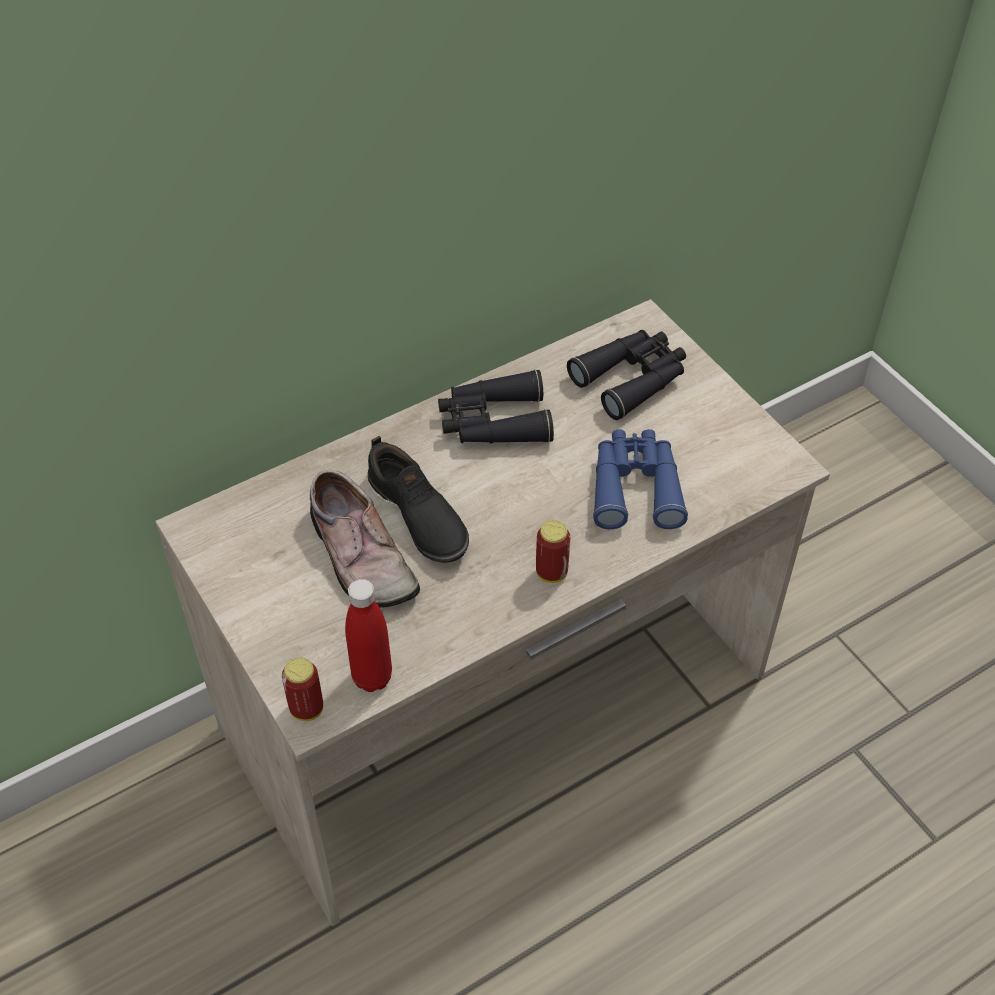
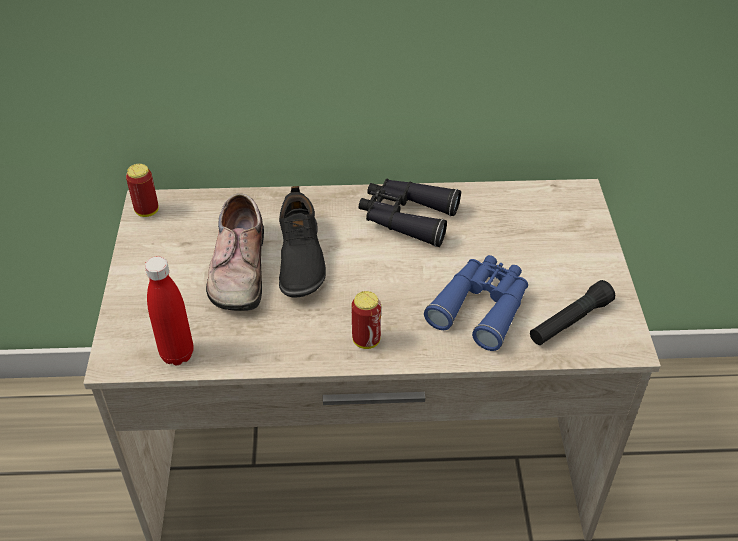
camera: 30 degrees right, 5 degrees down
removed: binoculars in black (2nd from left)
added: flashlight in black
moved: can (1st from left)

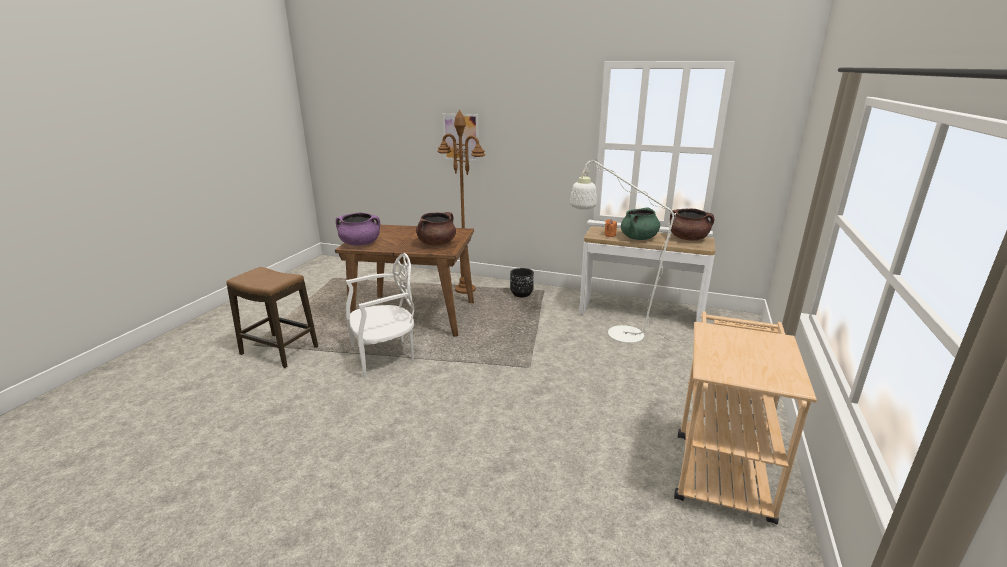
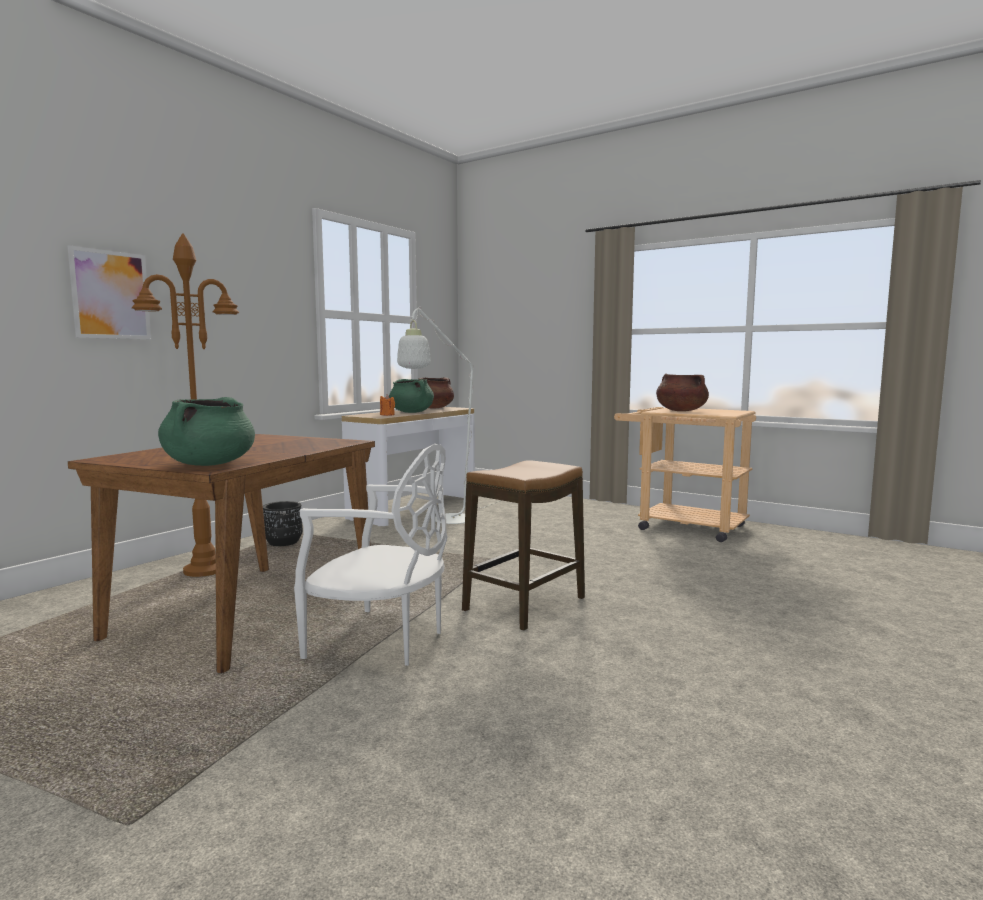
camera: 75 degrees left, 15 degrees down
moved: stool; cooking pot in brown (1st from left in the first image) to cooking pot in brown (2nd from left)
recoloured: cooking pot in purple to cooking pot in green (1st from left)
turned: chair in white 120 degrees clockwise

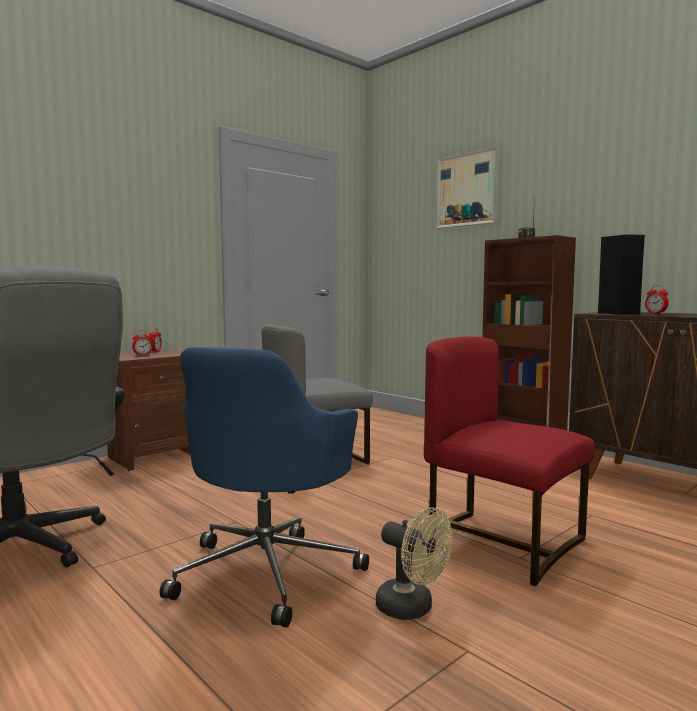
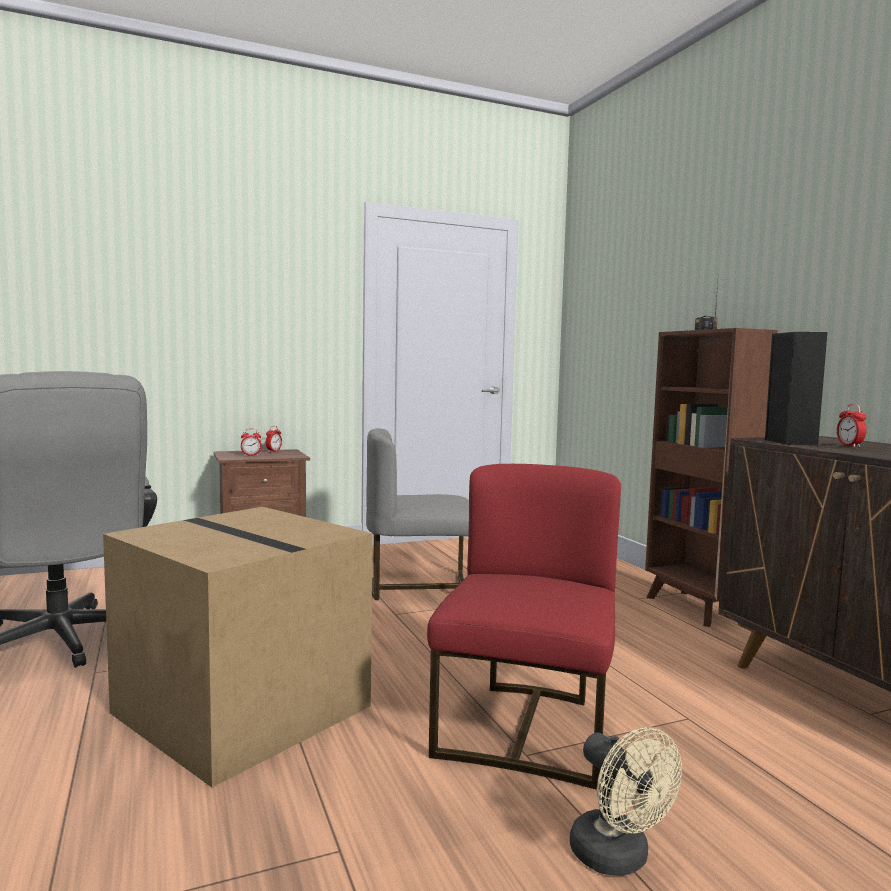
camera: 20 degrees right, 0 degrees up
removed: picture
moved: fan in beige
replaced: office chair in blue to cardboard box
turned: chair in red 45 degrees clockwise

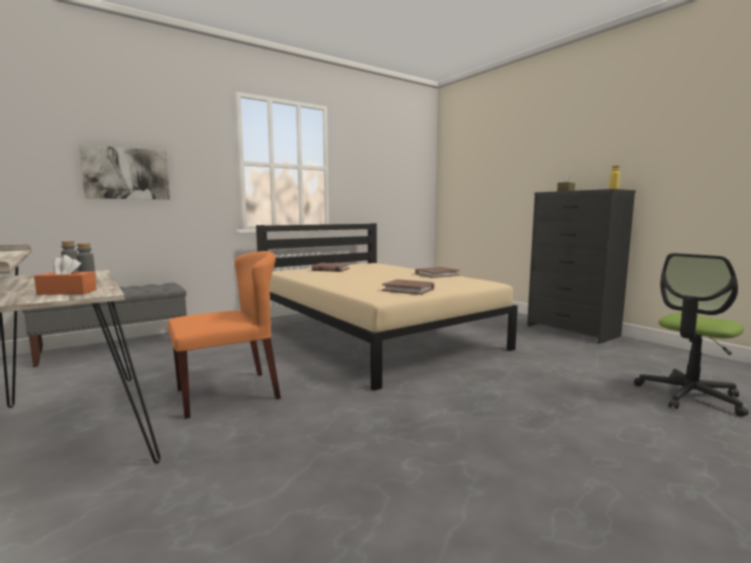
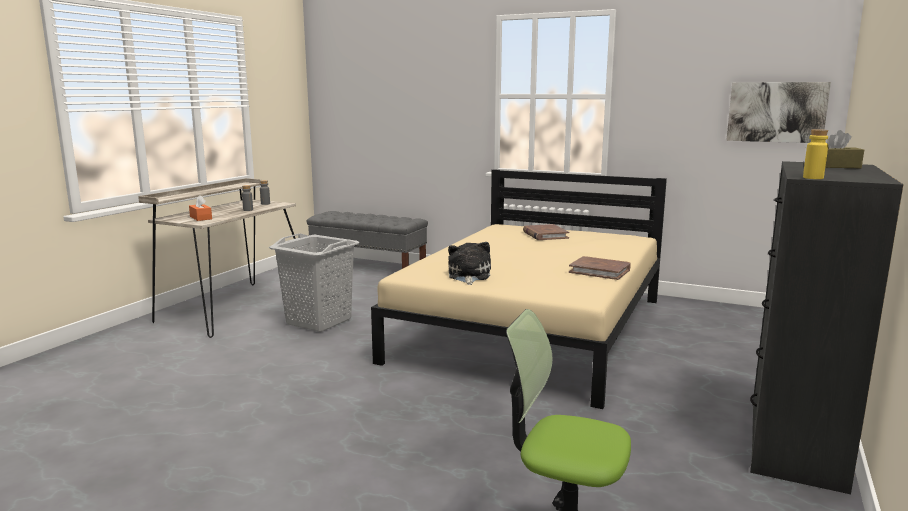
camera: 60 degrees right, 5 degrees up
moved: picture
replaced: chair in orange to laundry basket in grey; book in brown (2nd from left) to plush toy

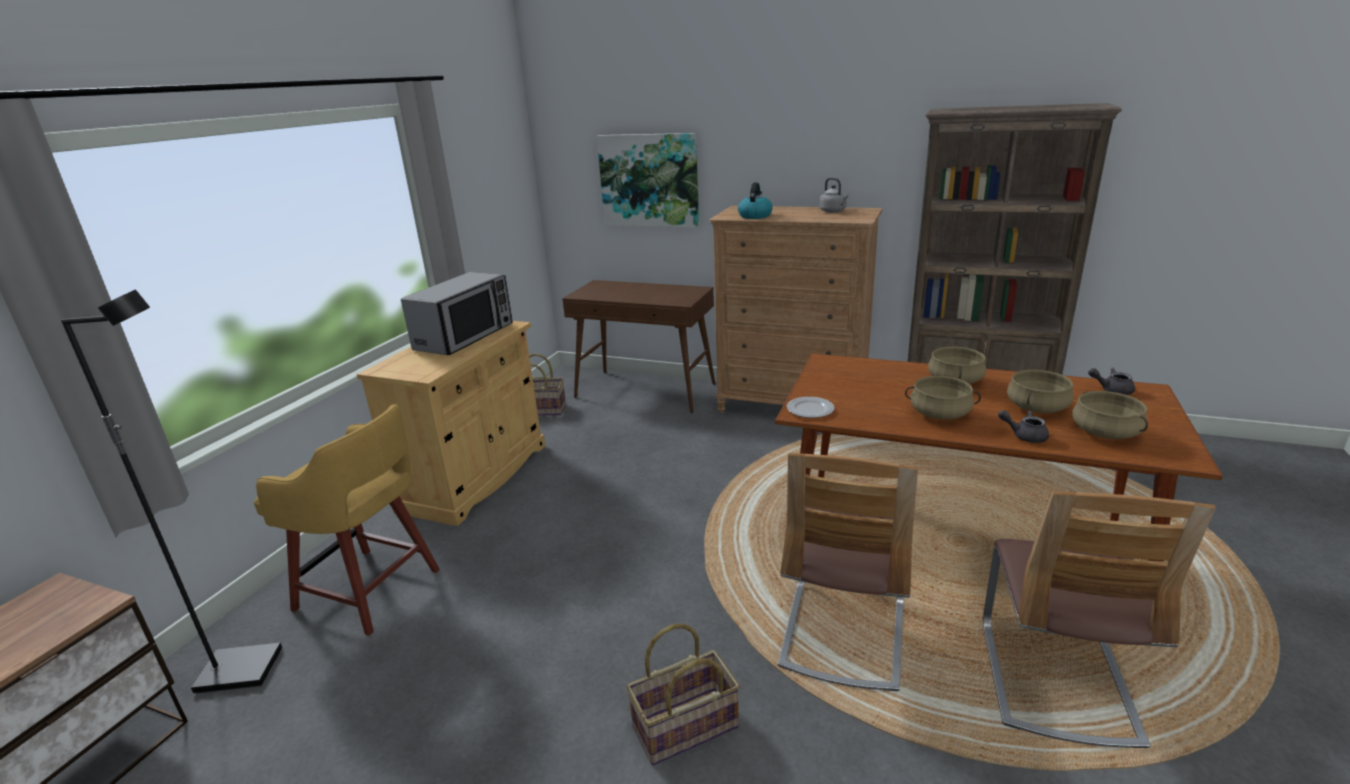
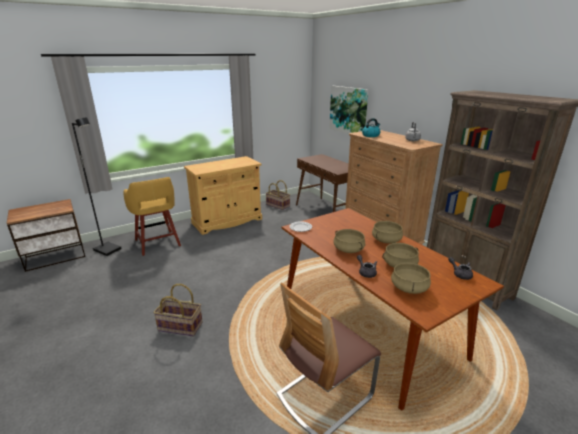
camera: 35 degrees right, 0 degrees up
removed: microwave; chair (1st from left)

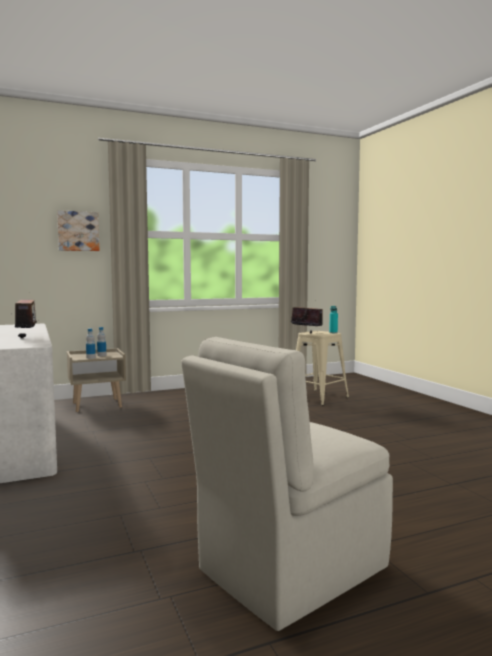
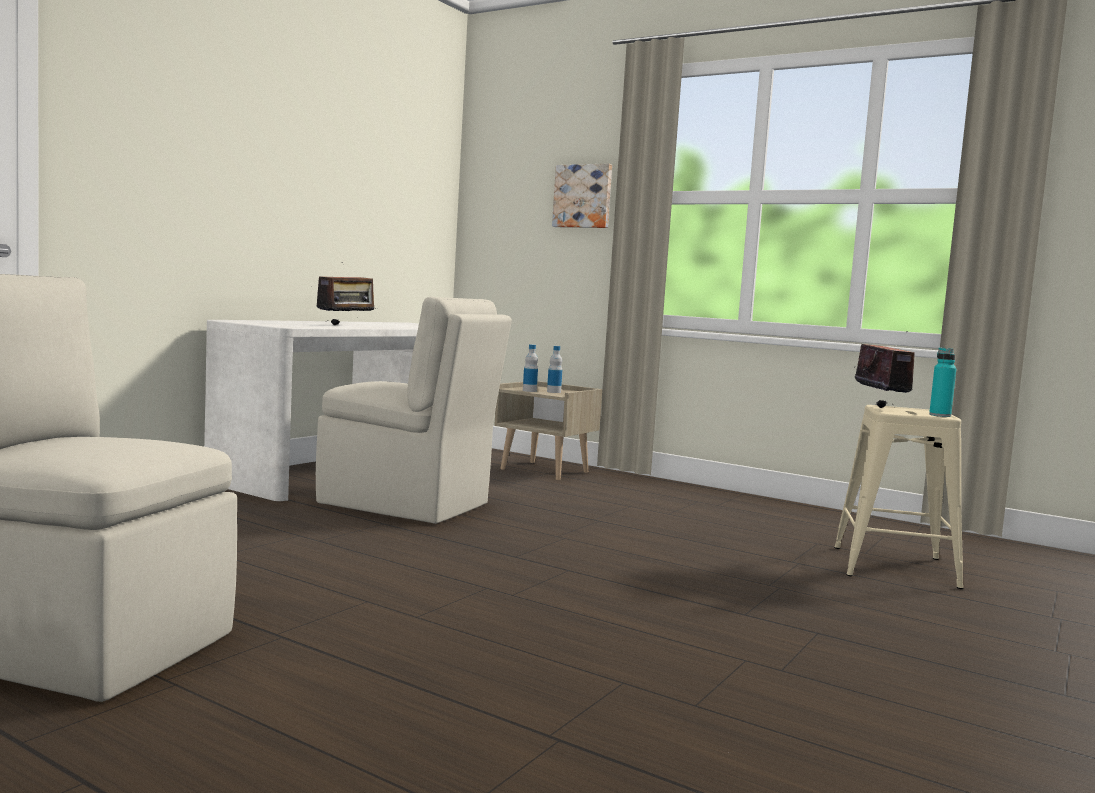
camera: 55 degrees right, 0 degrees up
added: chair in beige (2nd from left)

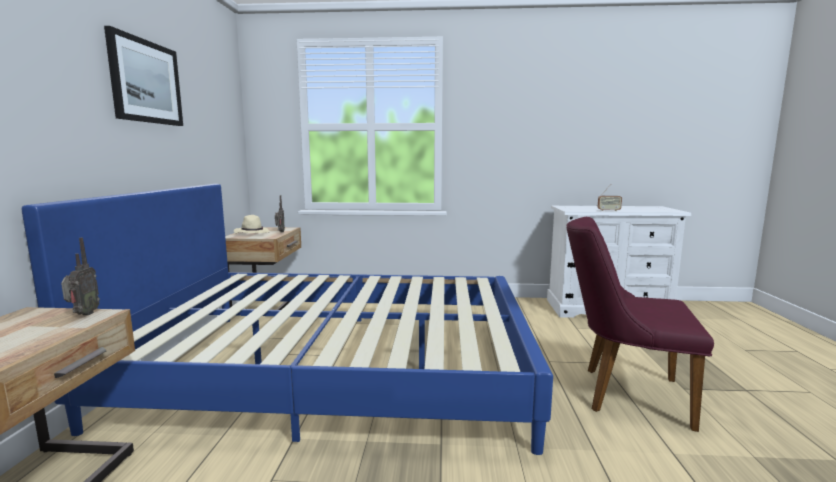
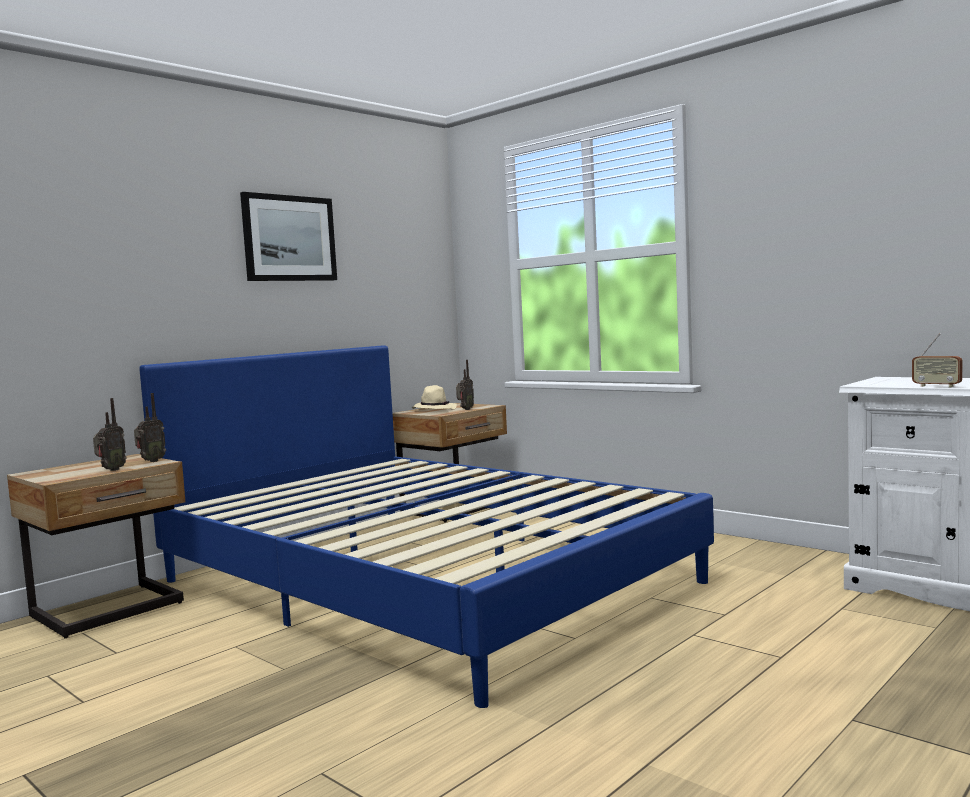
camera: 40 degrees right, 5 degrees down
removed: chair in purple
added: radio (1st from left)

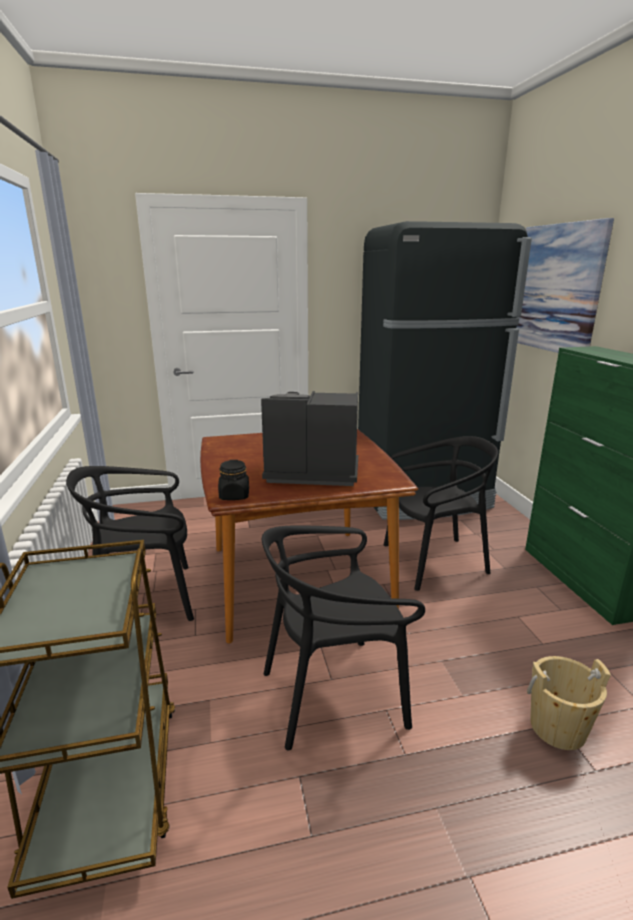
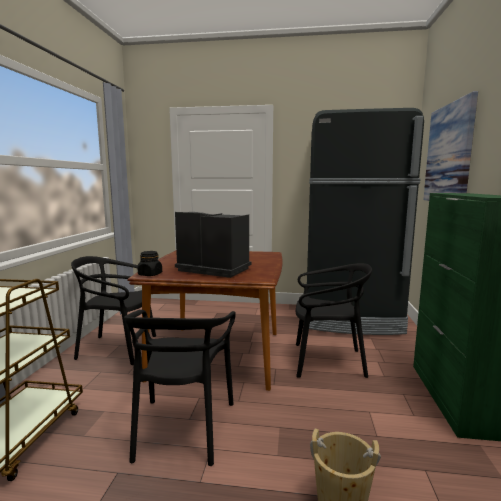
camera: 20 degrees right, 10 degrees down
turned: chair in black (2nd from left) 90 degrees counterclockwise

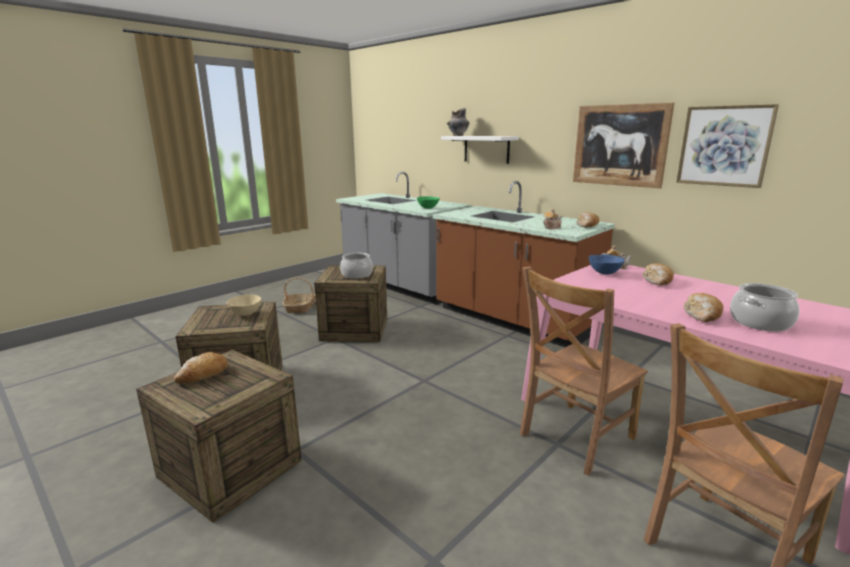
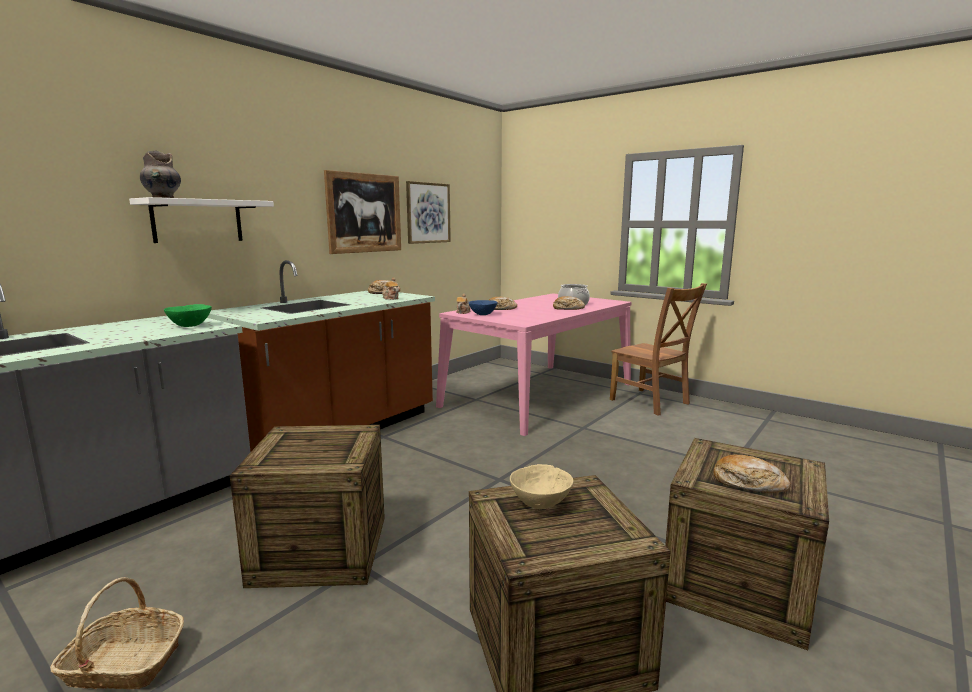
camera: 95 degrees left, 5 degrees down
removed: cooking pot (1st from left); chair in brown (1st from left)

